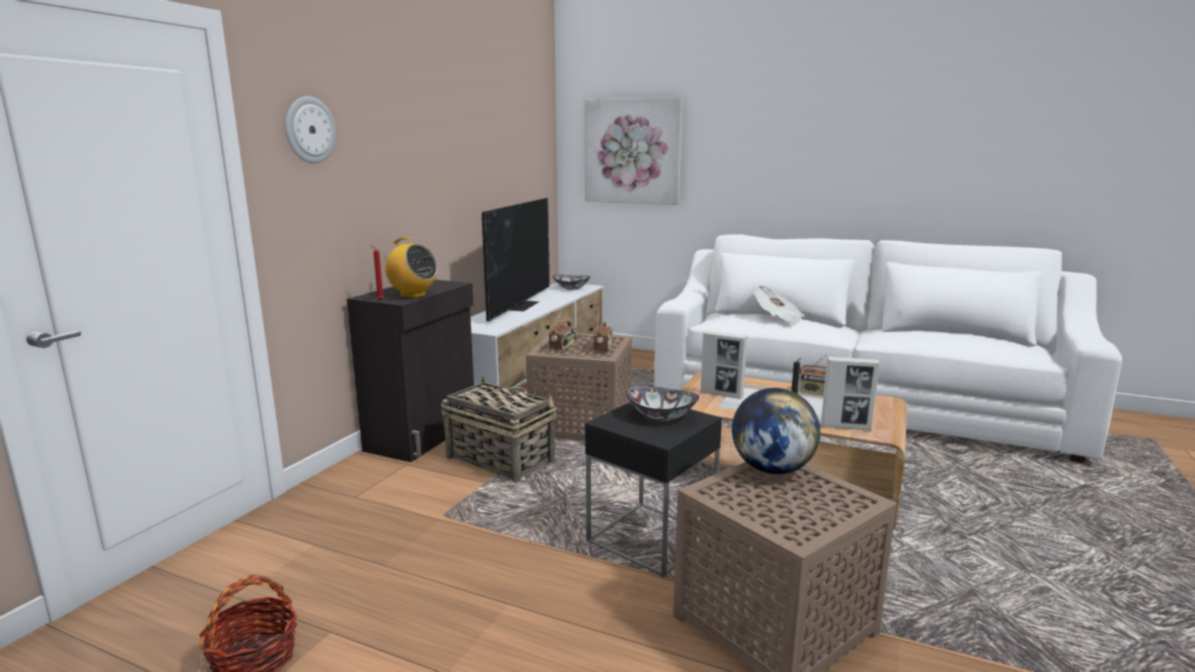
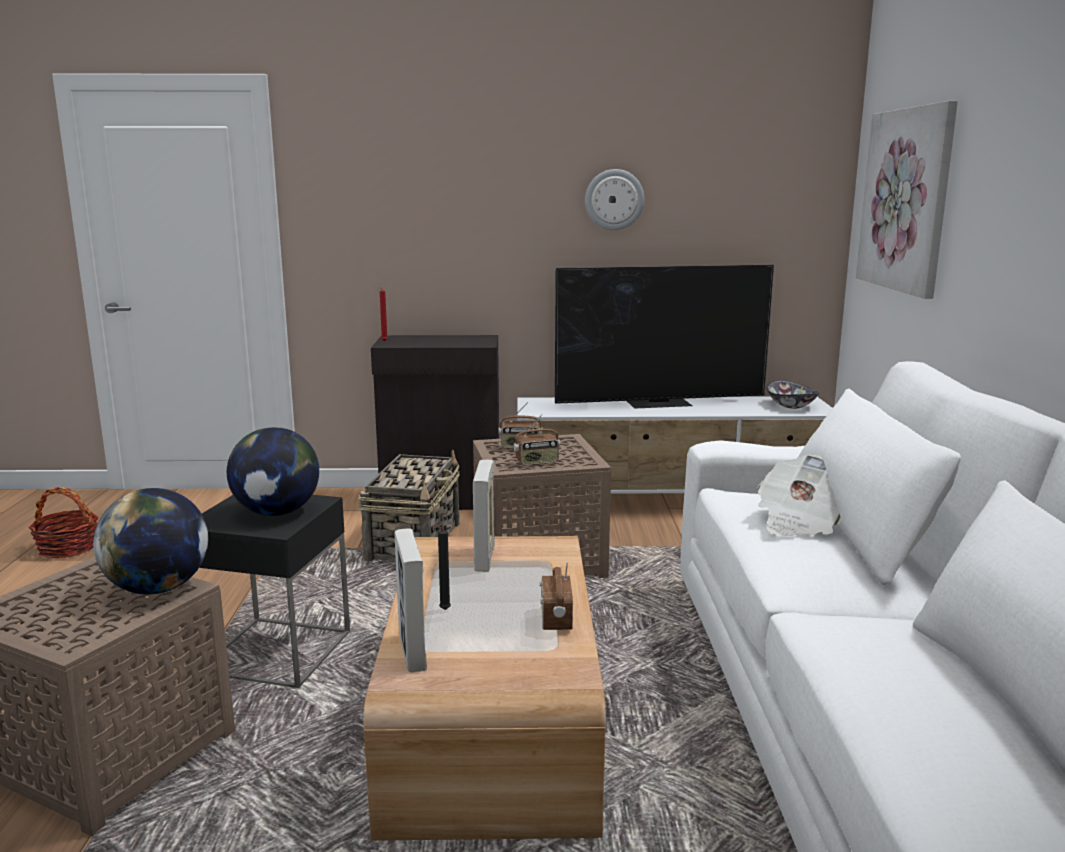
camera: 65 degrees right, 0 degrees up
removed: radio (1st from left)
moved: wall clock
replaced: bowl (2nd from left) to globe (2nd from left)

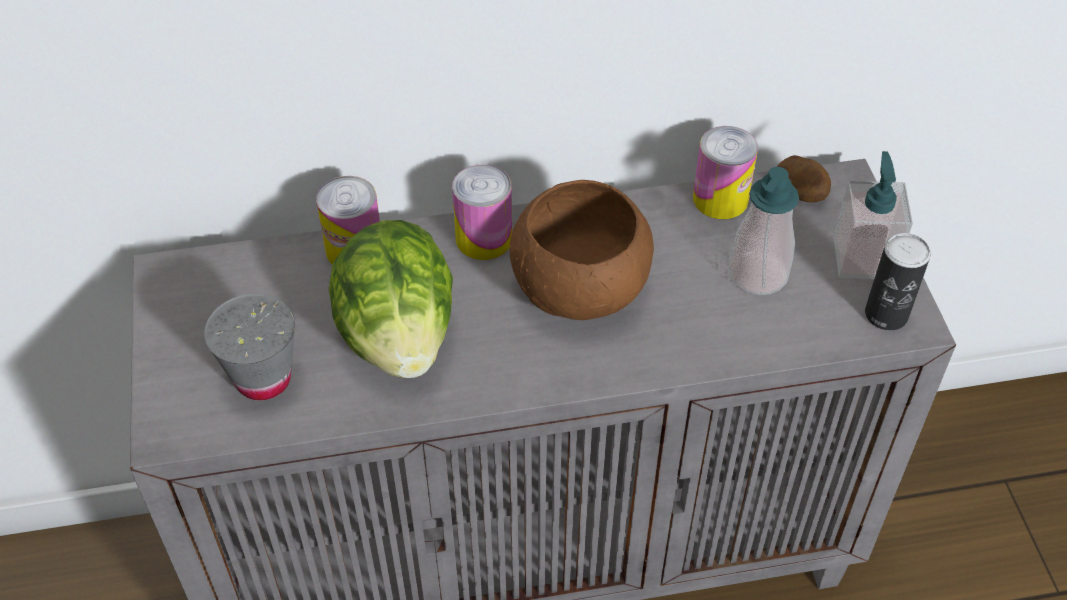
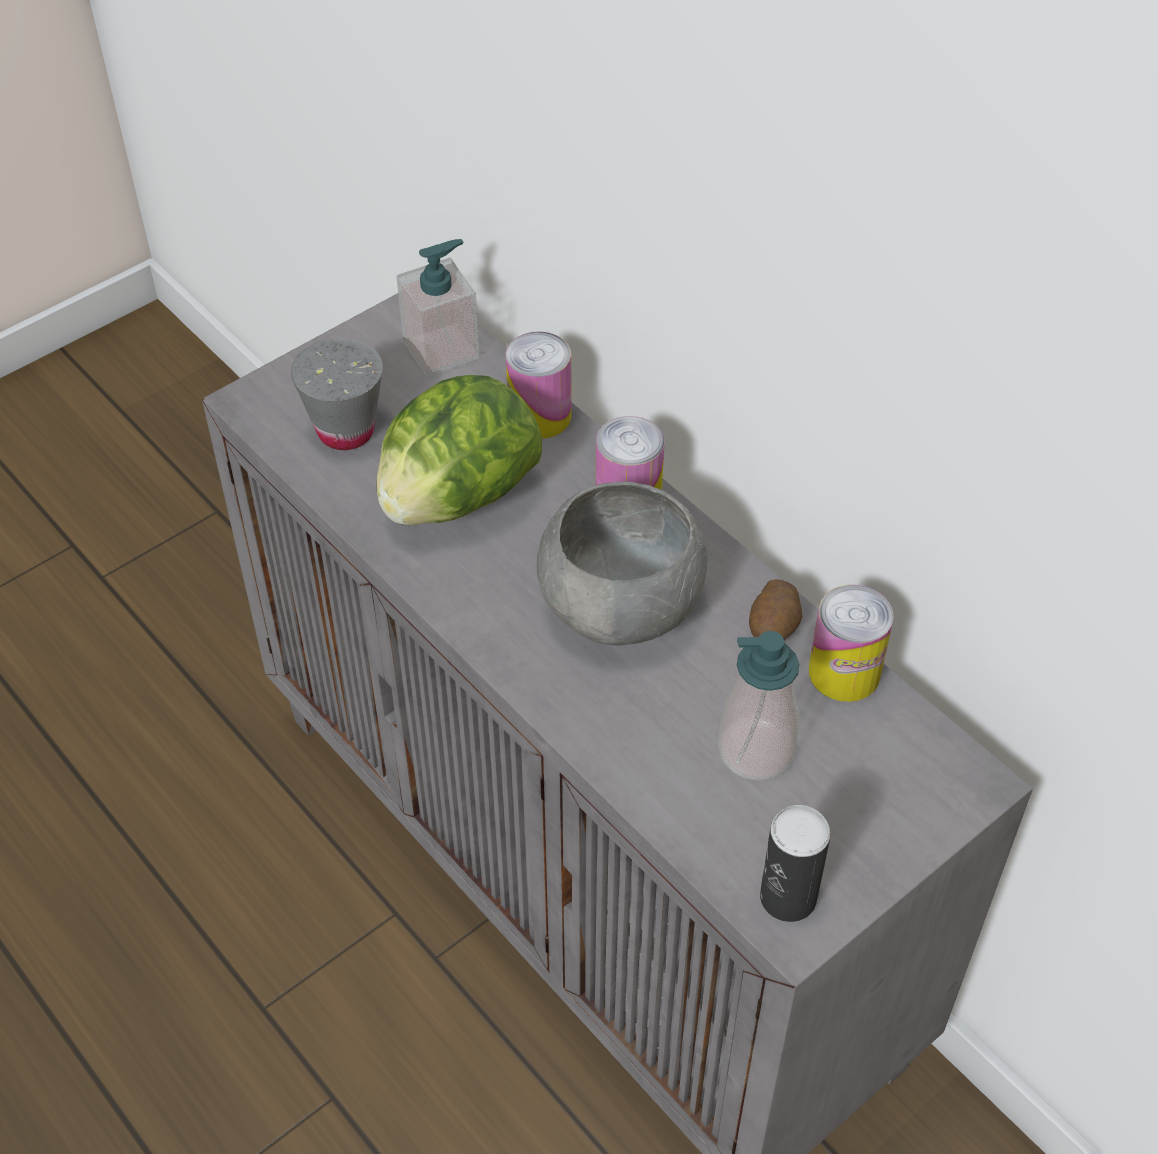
camera: 60 degrees right, 0 degrees up
moved: soap dispenser (2nd from left in the first image) to soap dispenser (1st from left); potato
recoloured: bowl in brown to bowl in grey

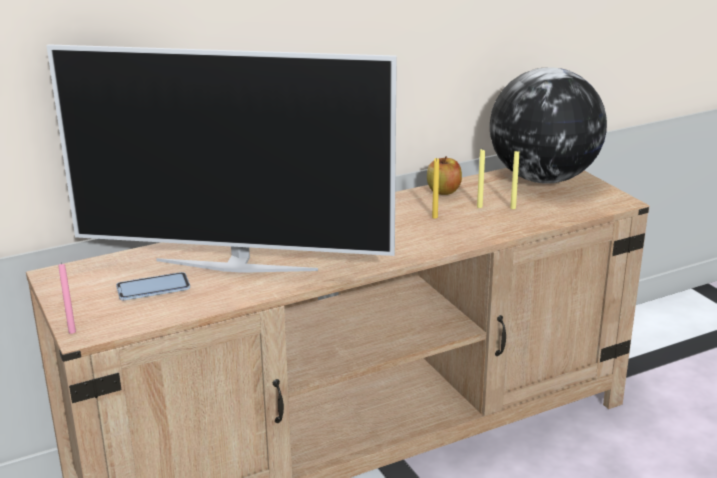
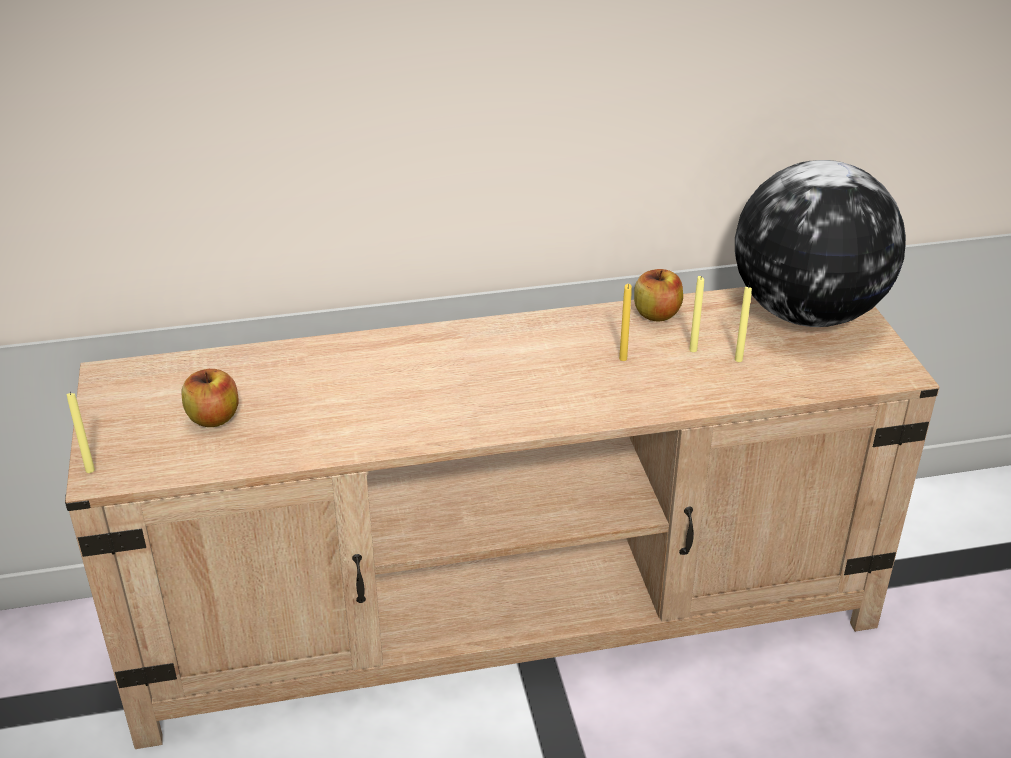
camera: 15 degrees right, 10 degrees up
removed: television
replaced: phone to apple (1st from left)
recoloured: candle in pink to candle in yellow (1st from left)

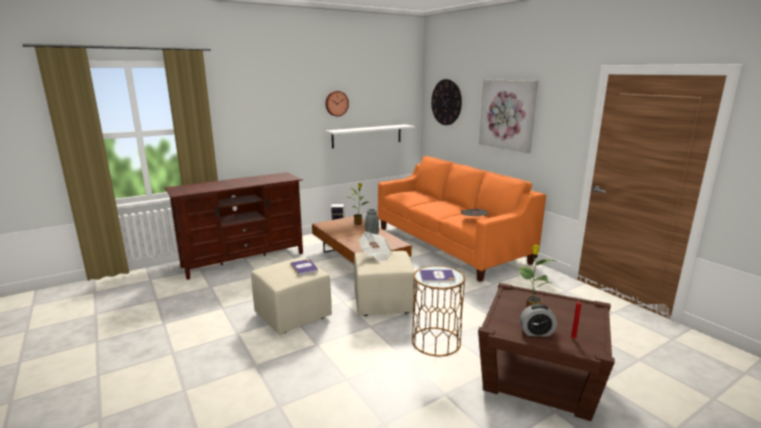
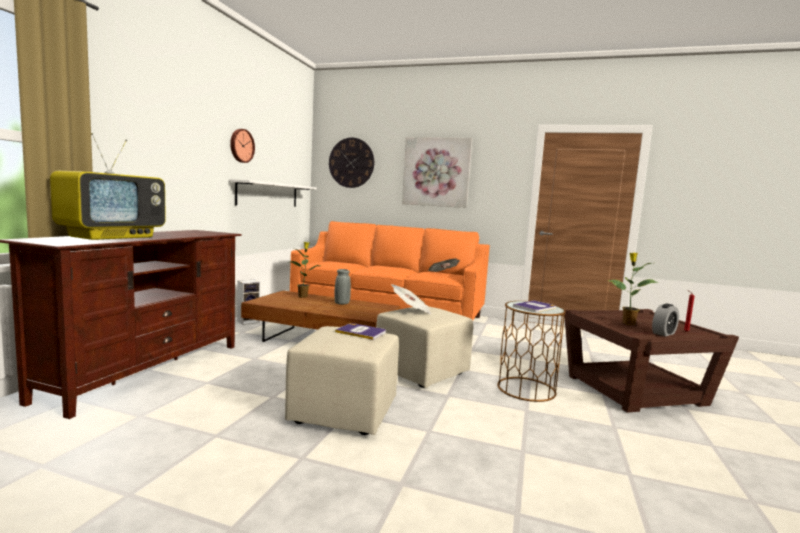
camera: 40 degrees left, 10 degrees down
added: television

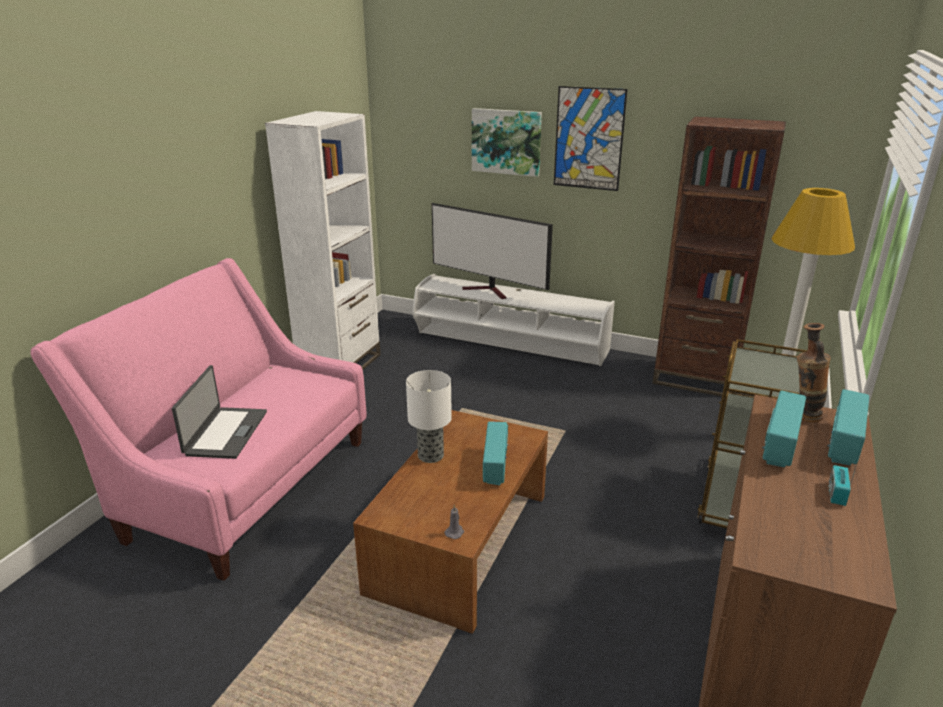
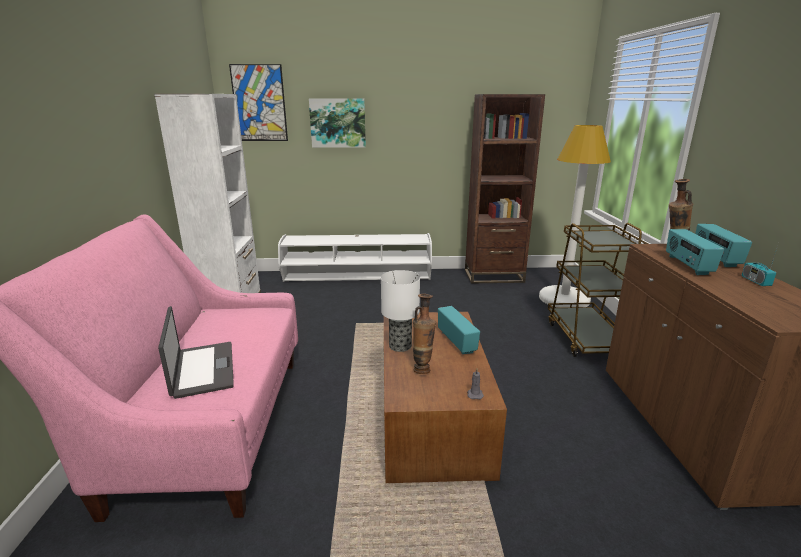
camera: 25 degrees left, 5 degrees down
removed: television
added: vase (1st from left)
moved: picture (2nd from left in the first image) to picture (1st from left)

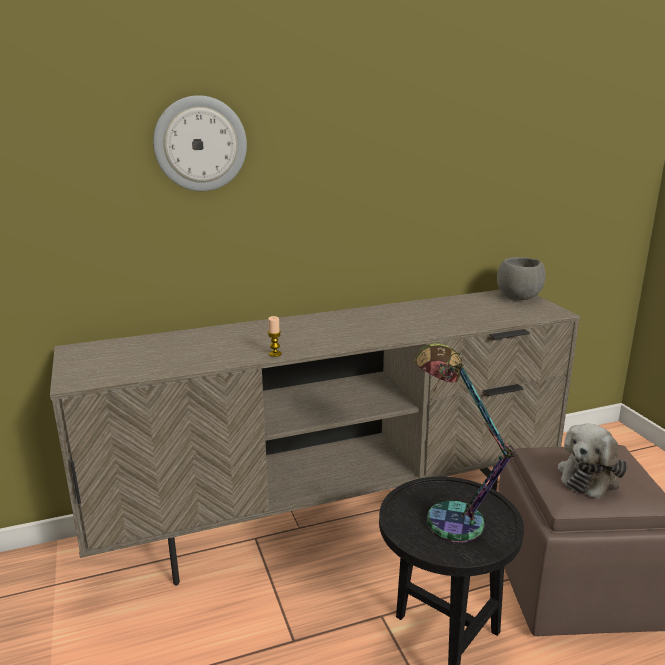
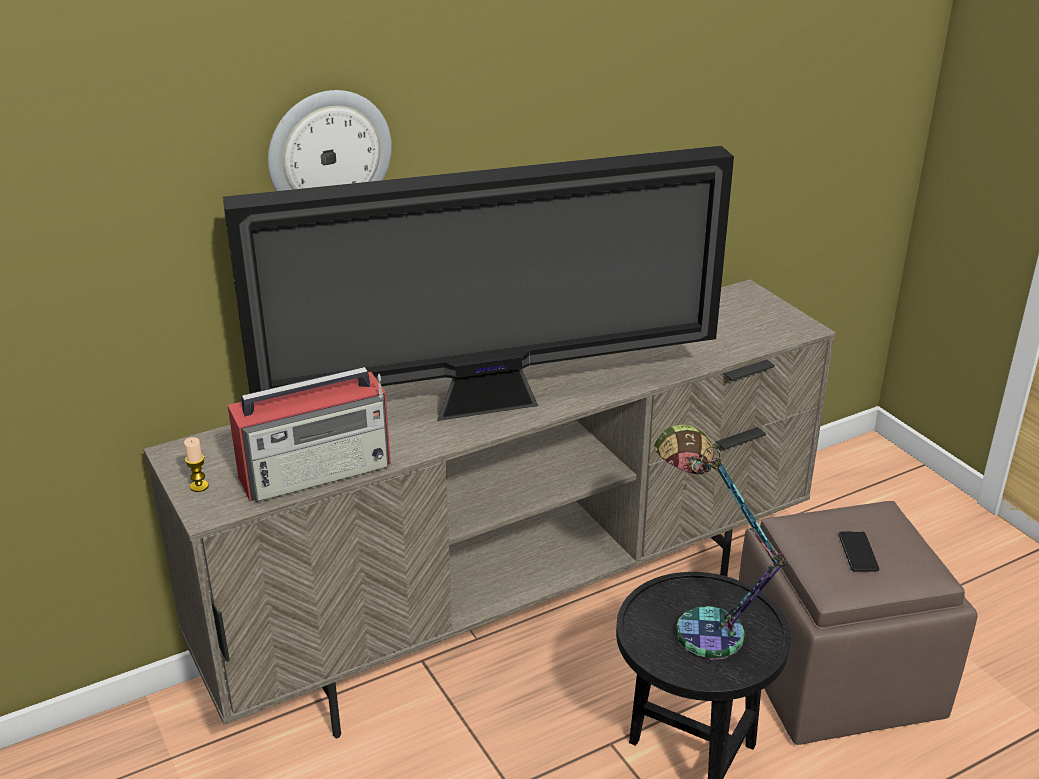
camera: 10 degrees left, 10 degrees up
removed: bowl in grey
added: television; radio
moved: candle
replaced: plush toy to phone

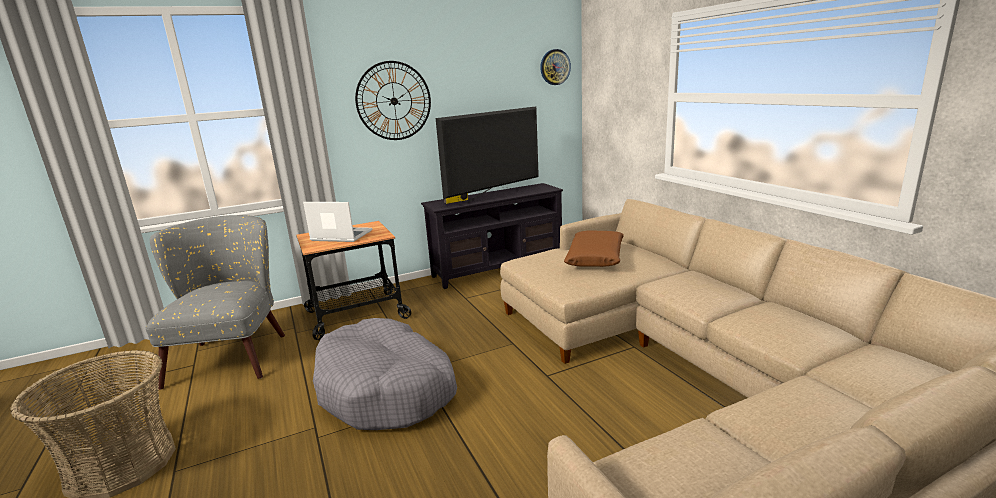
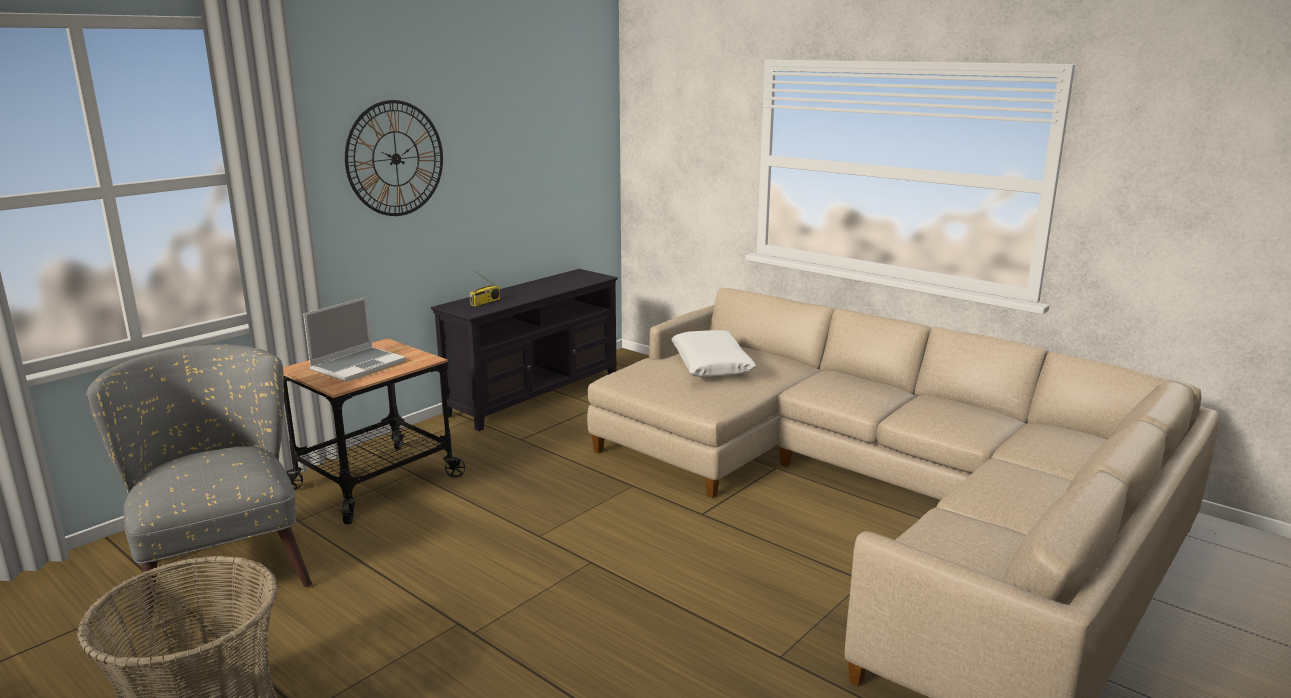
camera: 25 degrees left, 0 degrees up
removed: dog bed in grey; television; wall clock (2nd from left)
recoloured: pillow in brown to pillow in white
turned: laptop 135 degrees clockwise

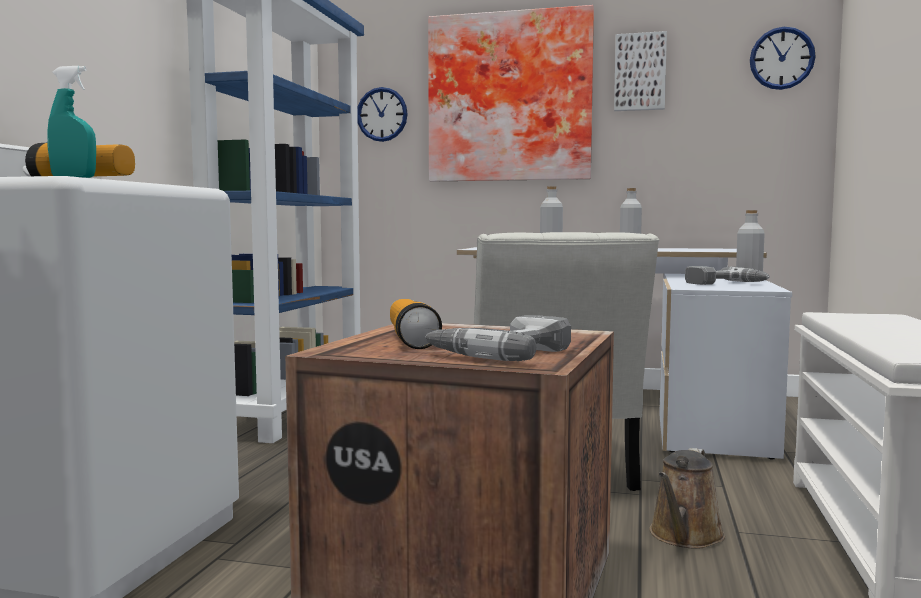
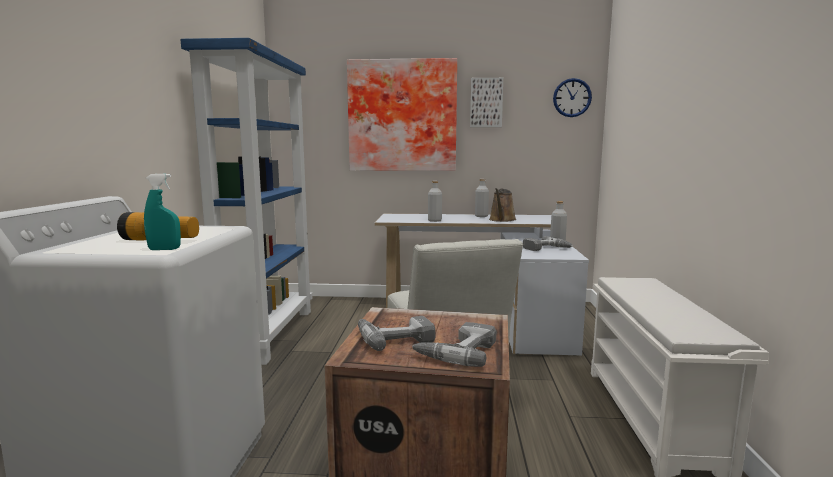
camera: 10 degrees left, 5 degrees up
removed: wall clock (1st from left)
moved: watering can in brown
replaced: flashlight (2nd from left) to power drill (1st from left)

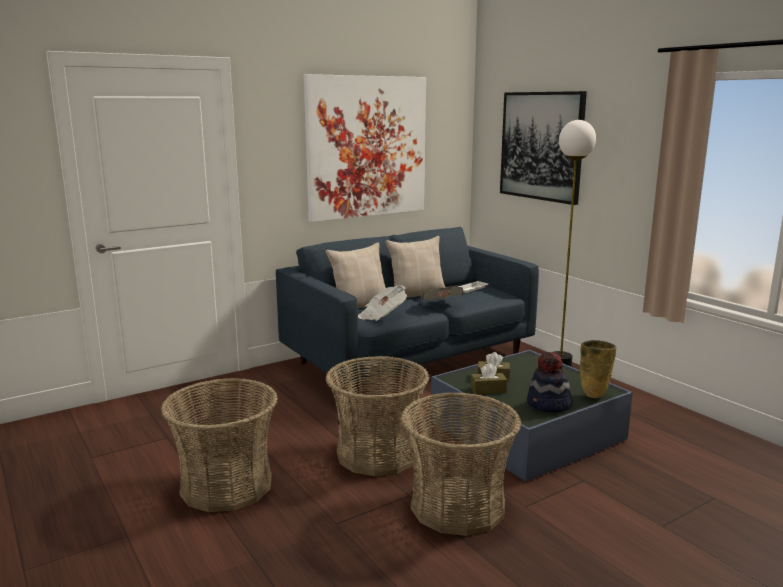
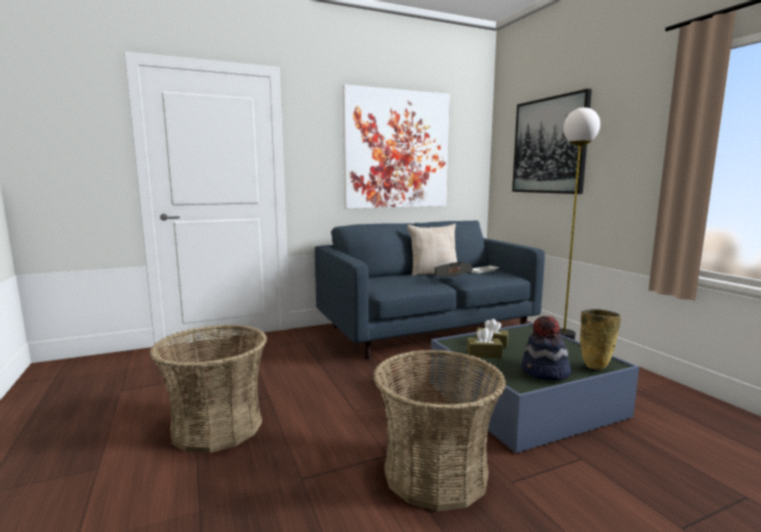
camera: 10 degrees right, 5 degrees down
removed: basket (2nd from left); pillow in beige (1st from left); newspaper (1st from left)

